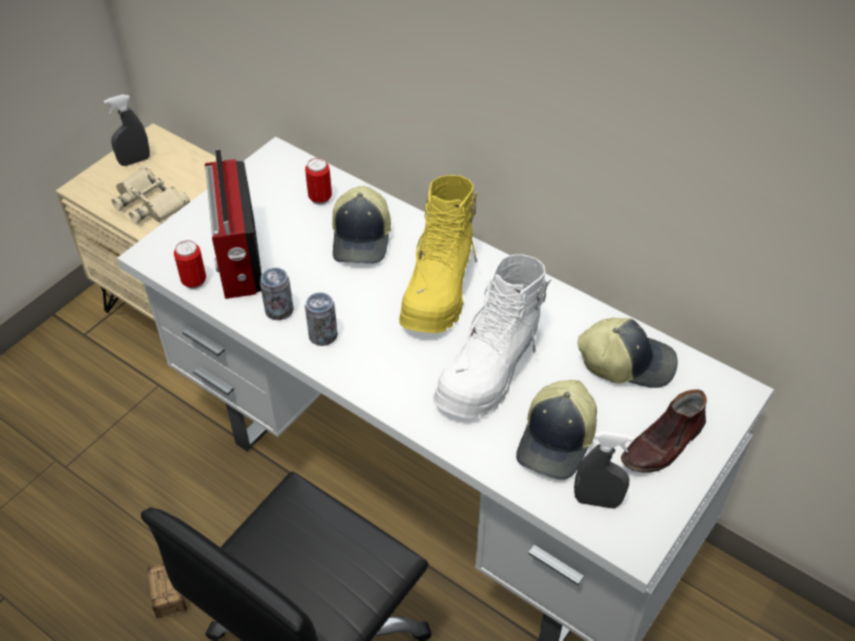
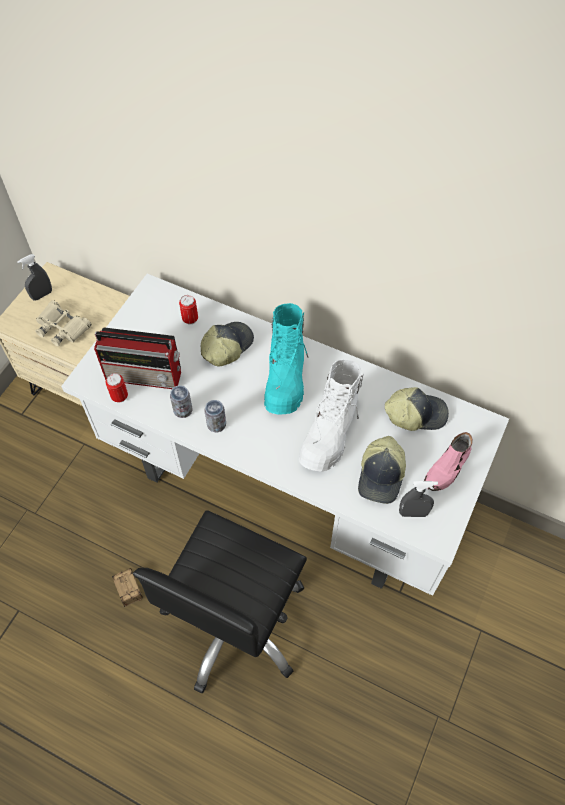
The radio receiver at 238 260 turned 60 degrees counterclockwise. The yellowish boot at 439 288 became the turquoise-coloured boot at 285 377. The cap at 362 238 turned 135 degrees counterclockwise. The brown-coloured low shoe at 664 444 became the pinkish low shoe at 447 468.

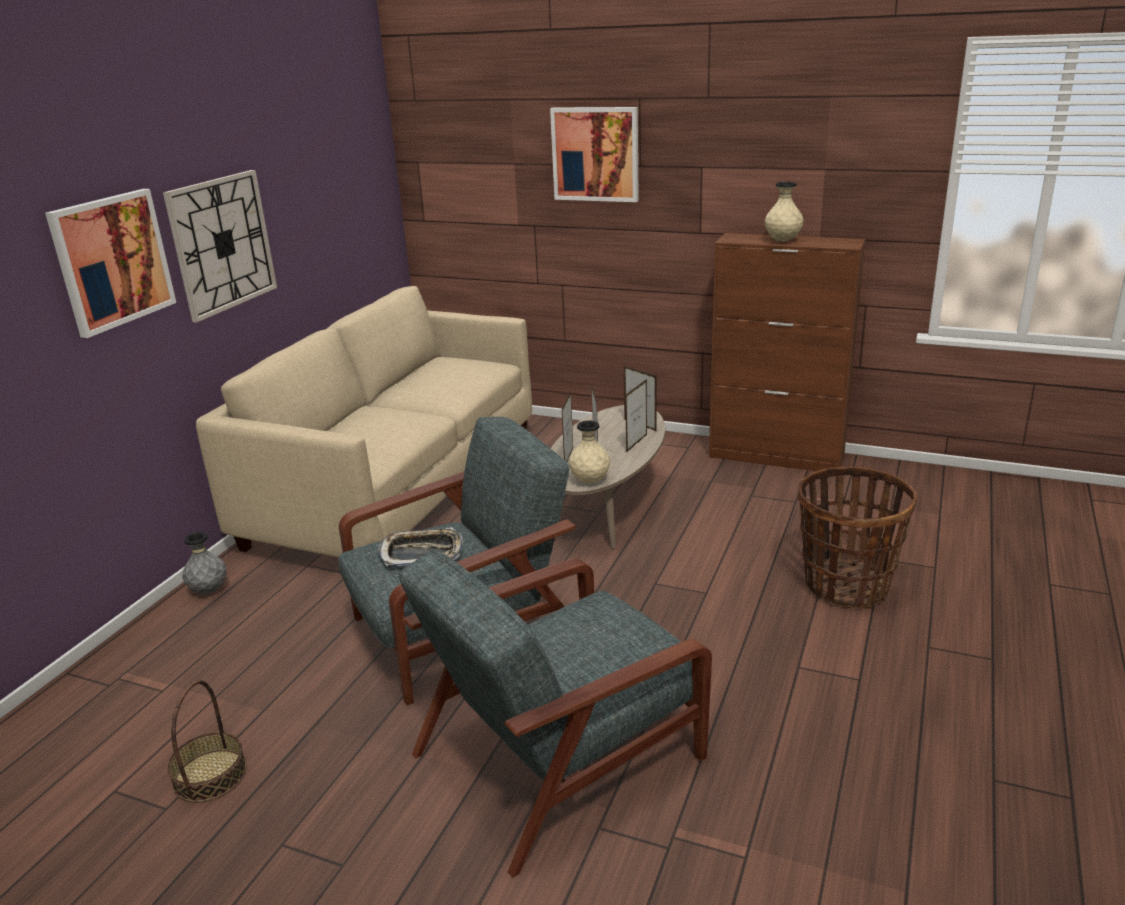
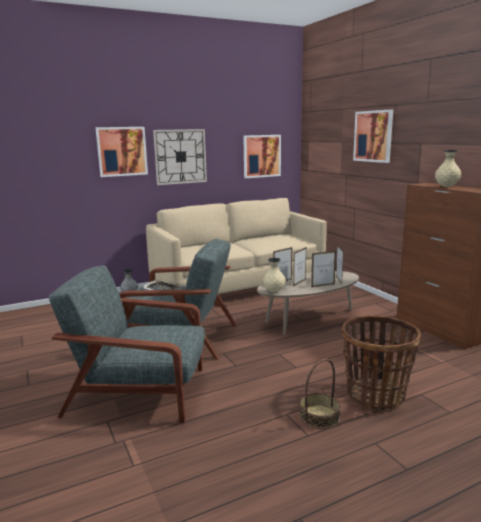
The storage basket moved from 210 775 to 319 416. The wall art at 261 156 appeared.

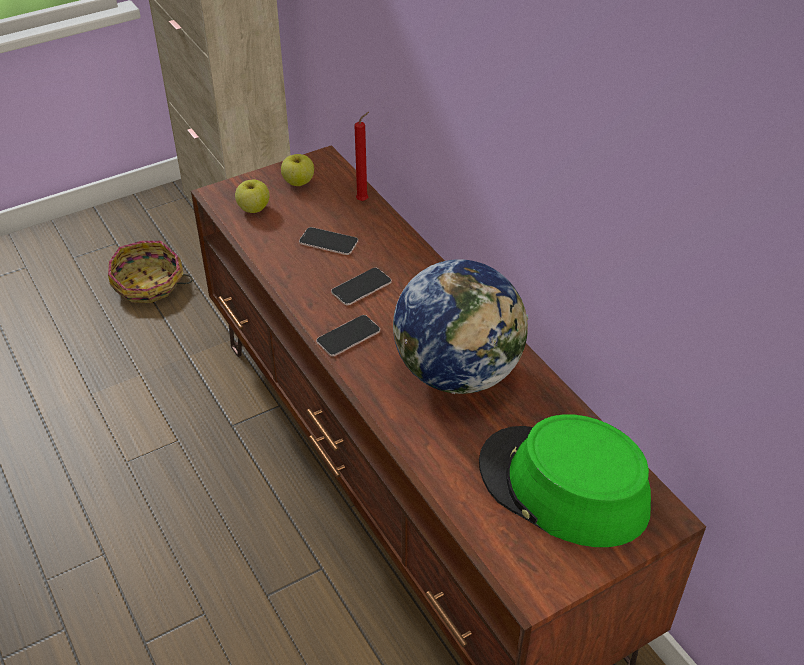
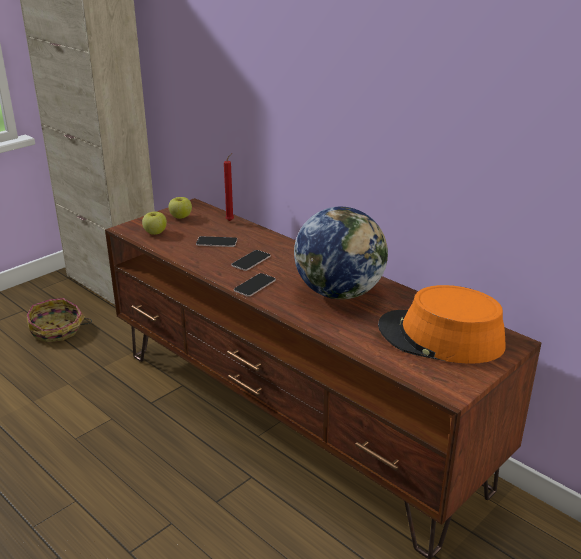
The green-coloured wearable hat at 562 487 became the orangey wearable hat at 440 338.

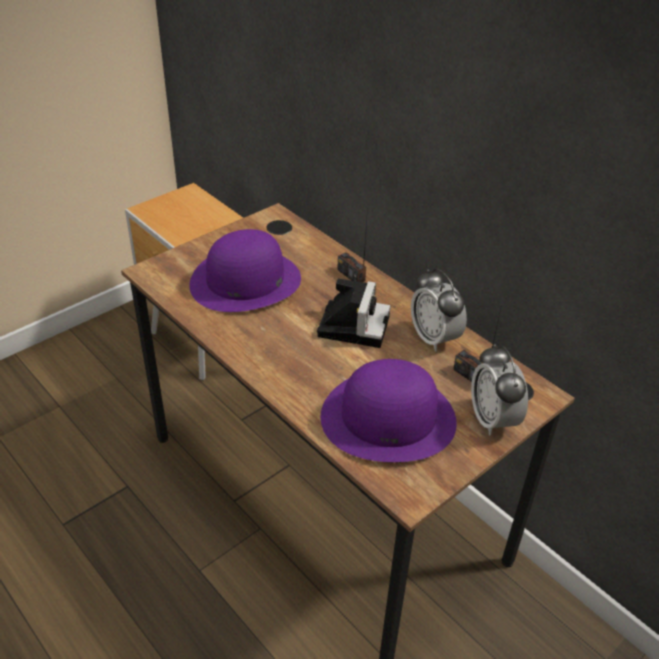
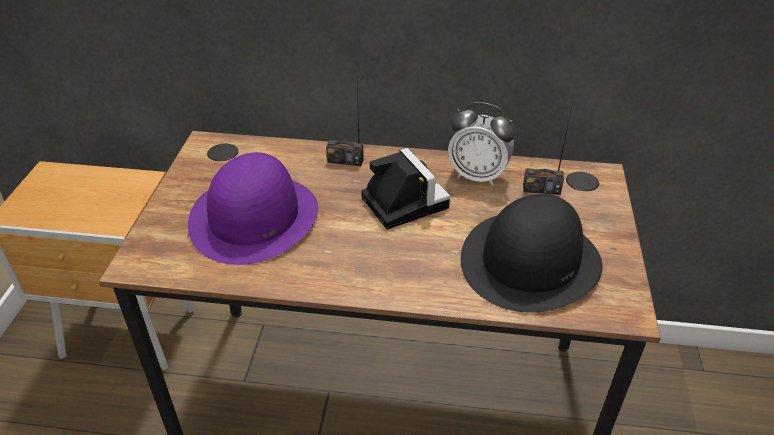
The alarm clock at 492 419 disappeared. The purplish wearable hat at 389 417 became the blackish wearable hat at 530 260.

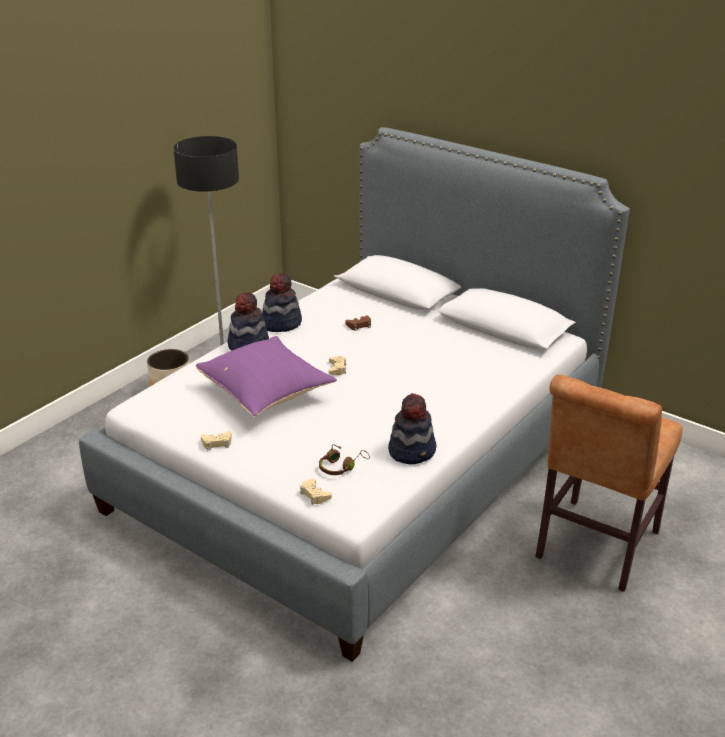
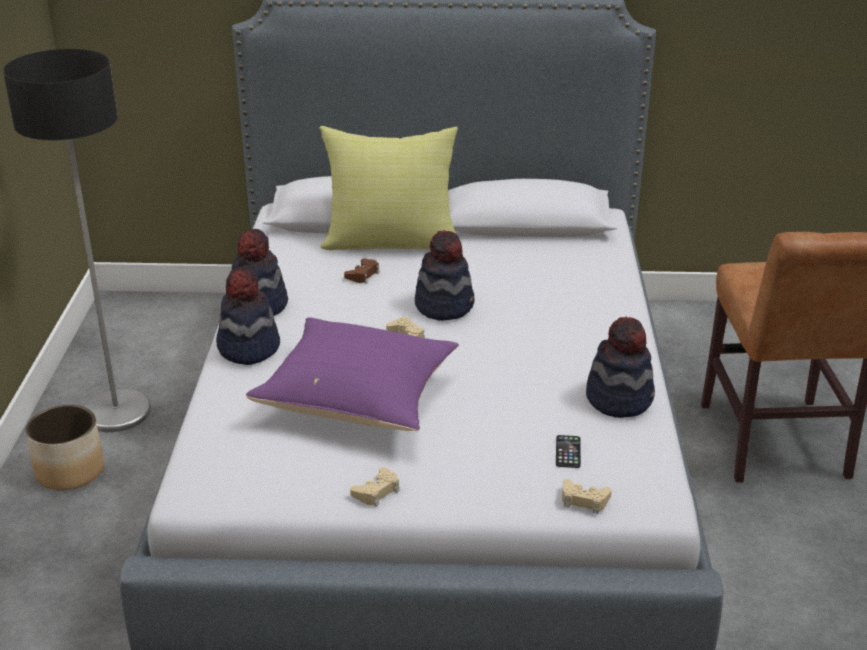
The brown-coloured headphones at 341 466 was replaced by the handset at 568 452. The yellowish cushion at 392 242 appeared. The wearable hat at 444 305 appeared.

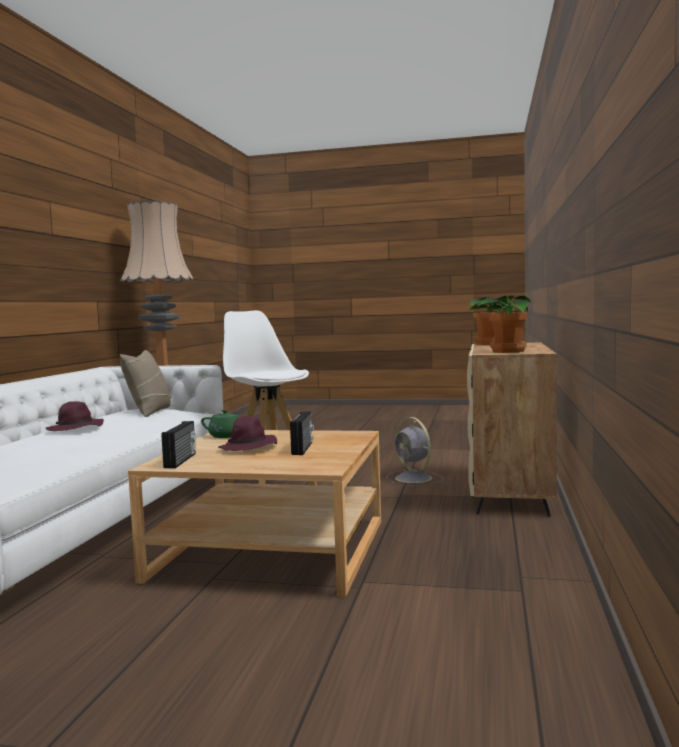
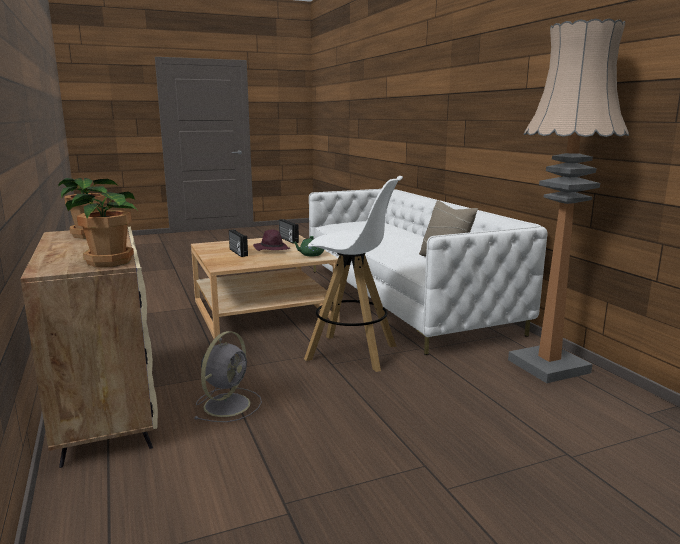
The purplish wearable hat at 75 429 disappeared. The greyish cooling fan at 414 478 turned 90 degrees clockwise.

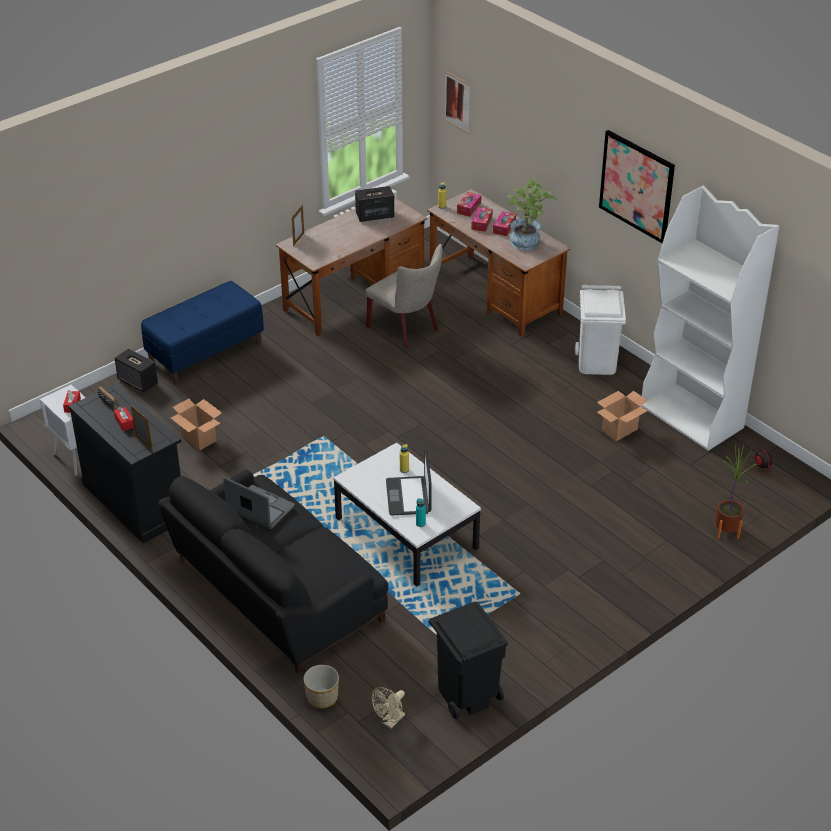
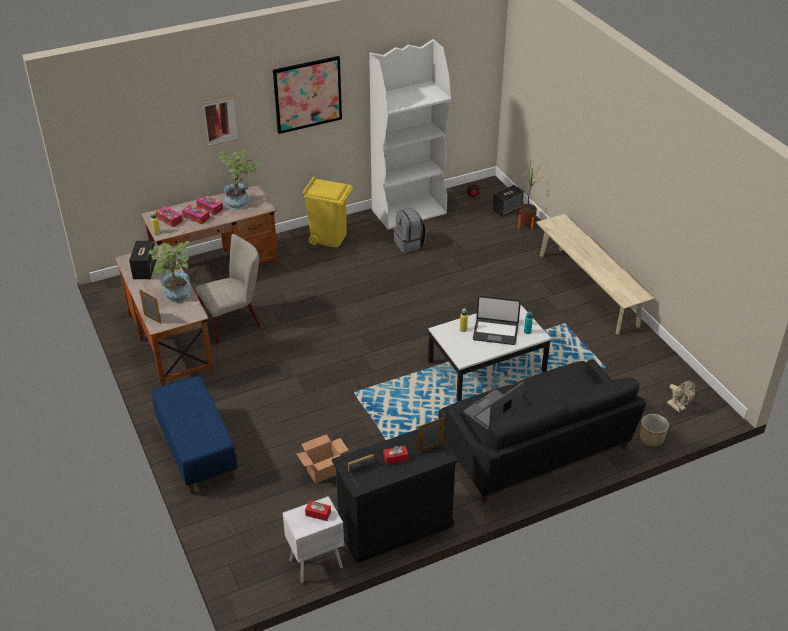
The wall art moved from 457 102 to 220 121. The whitish waste bin at 597 362 became the yellowish waste bin at 329 237. The loudspeaker moved from 138 382 to 507 209. The packing box at 619 430 was replaced by the greyish knapsack at 409 244. The blackish waste bin at 466 694 disappeared. The beige-coloured indoor bench at 588 289 appeared. The plant in a pot at 176 296 appeared.

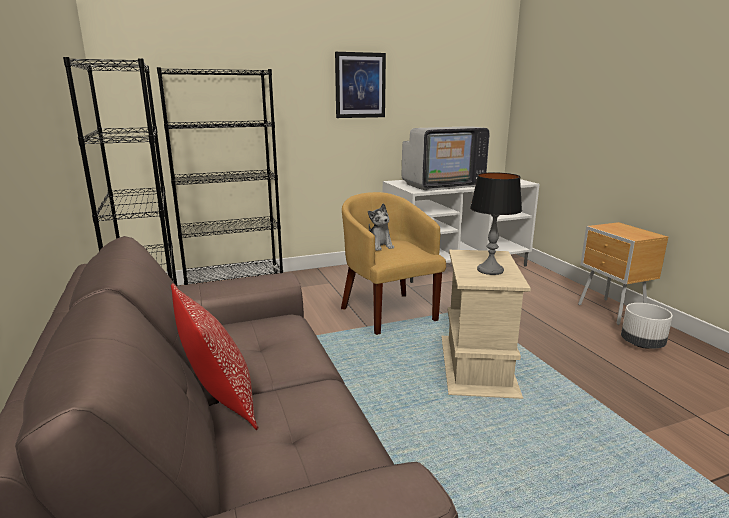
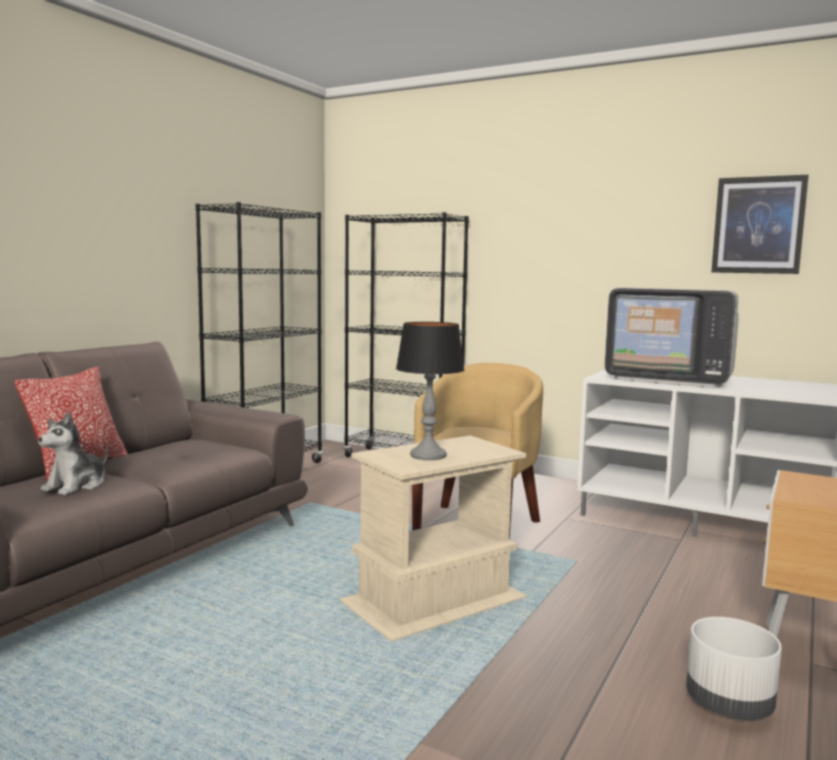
The wall art moved from 360 85 to 758 225. The cuddly toy moved from 378 245 to 76 486.

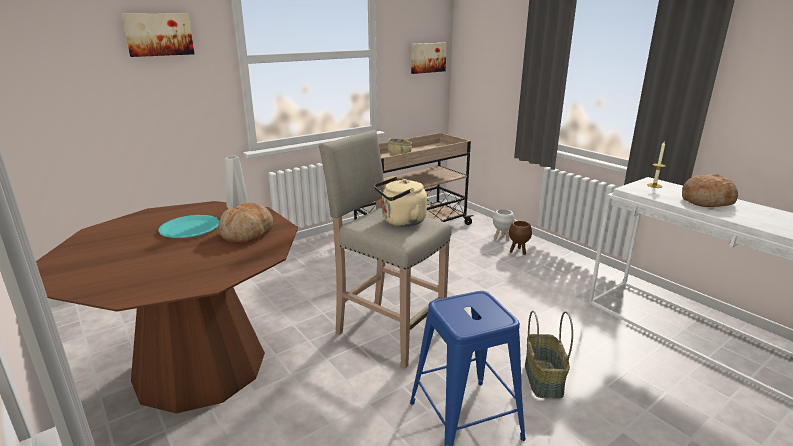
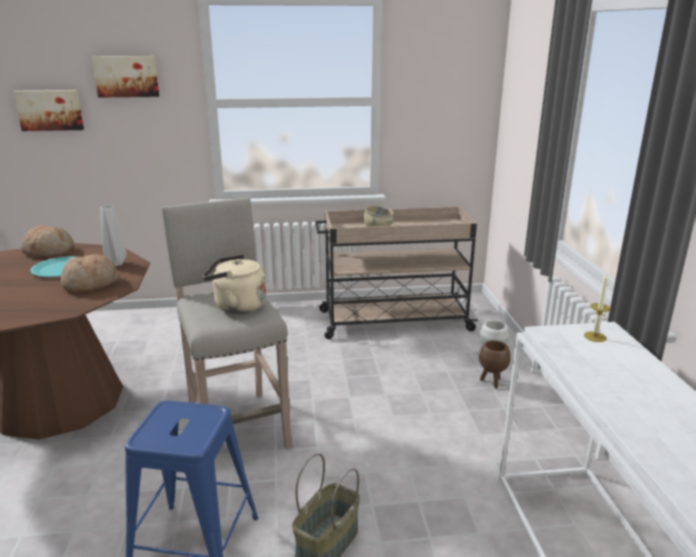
The wall art moved from 427 57 to 50 110. The bakery bread moved from 706 201 to 49 251.

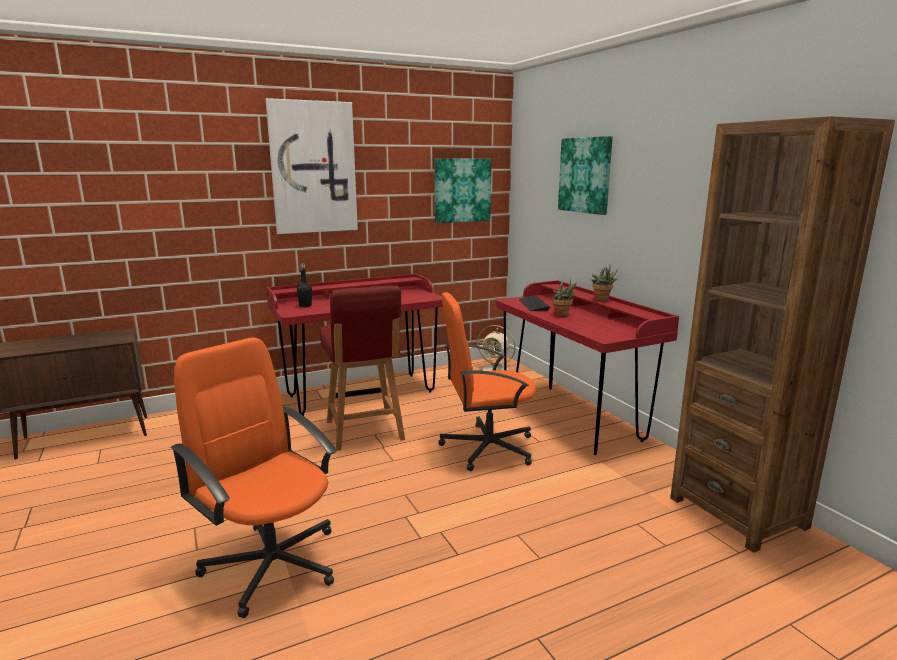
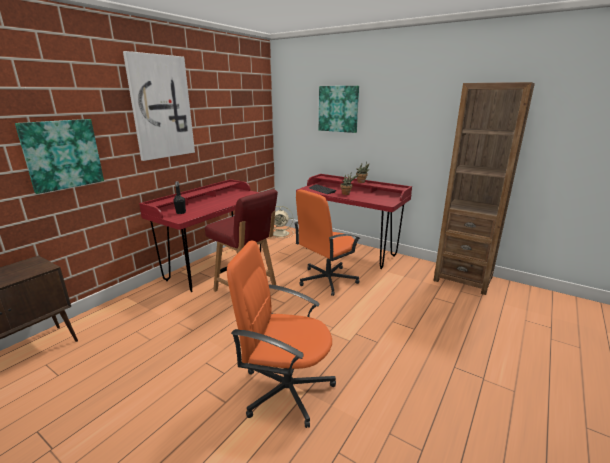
The wall art moved from 462 190 to 62 154.

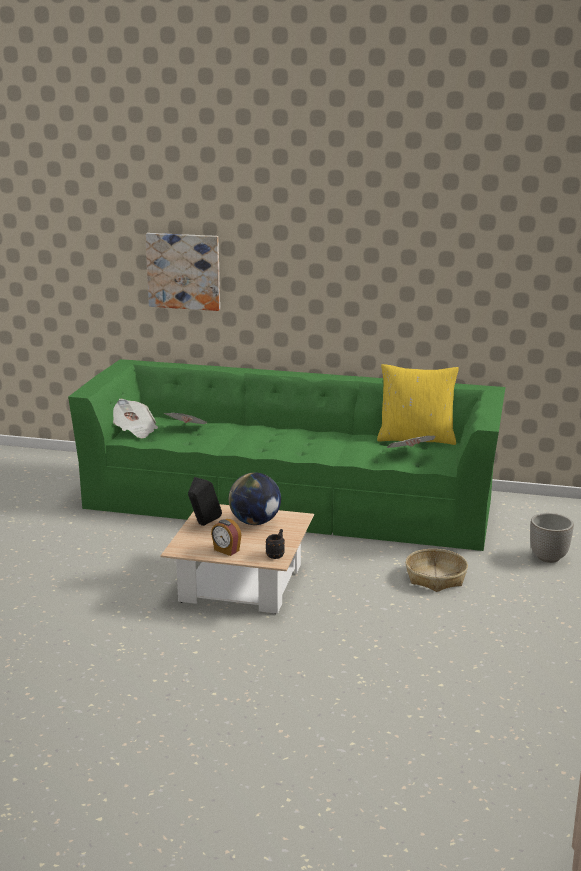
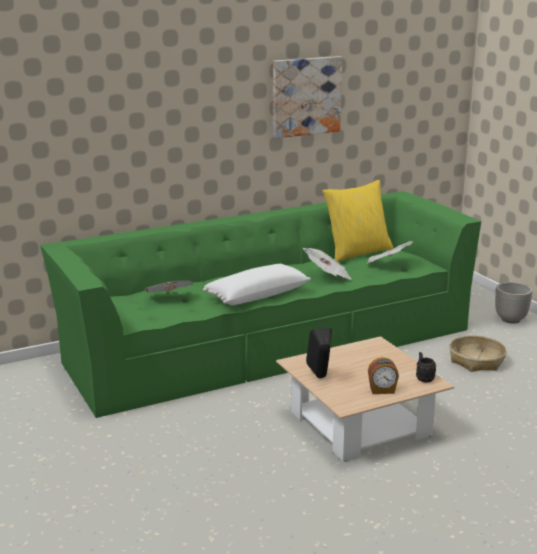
The wall art moved from 184 271 to 306 96. The newspaper moved from 134 430 to 327 276. The globe at 255 522 disappeared. The whitish cushion at 256 295 appeared.

